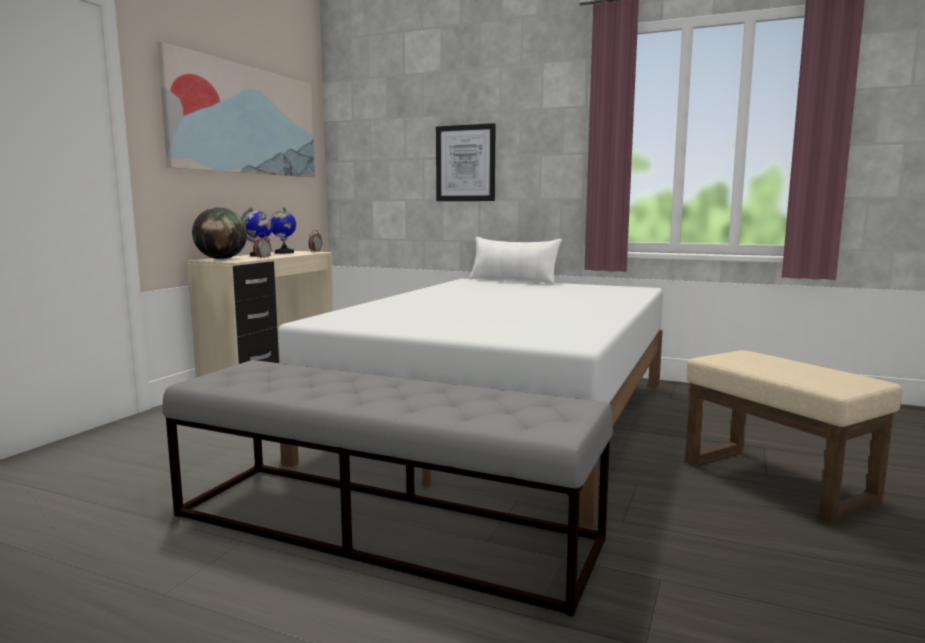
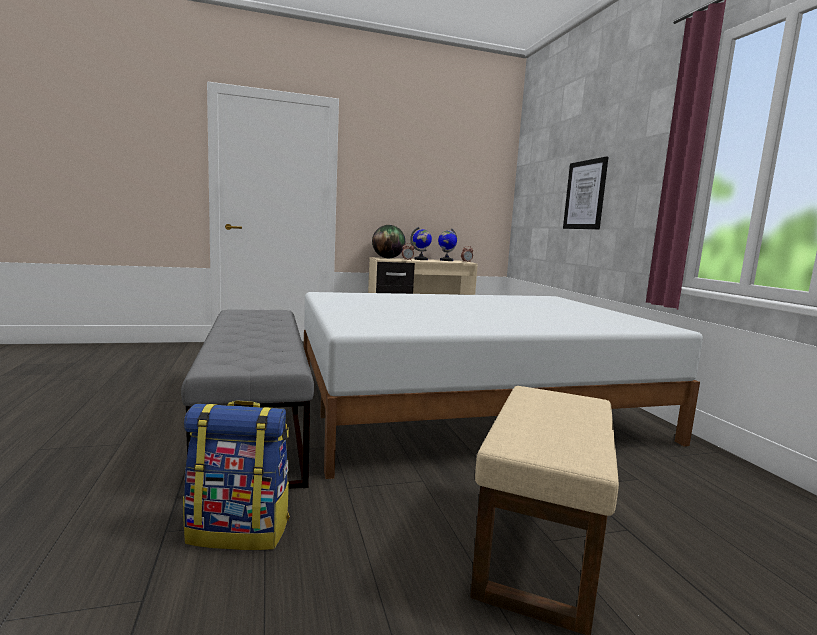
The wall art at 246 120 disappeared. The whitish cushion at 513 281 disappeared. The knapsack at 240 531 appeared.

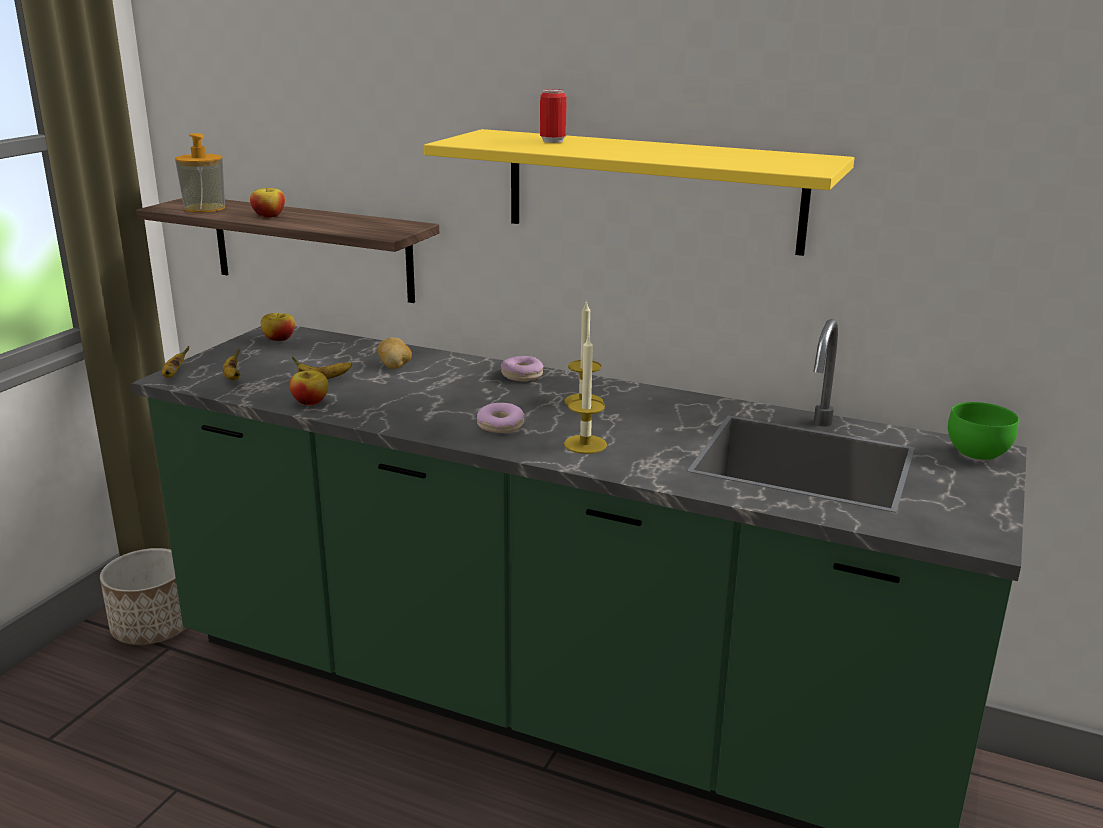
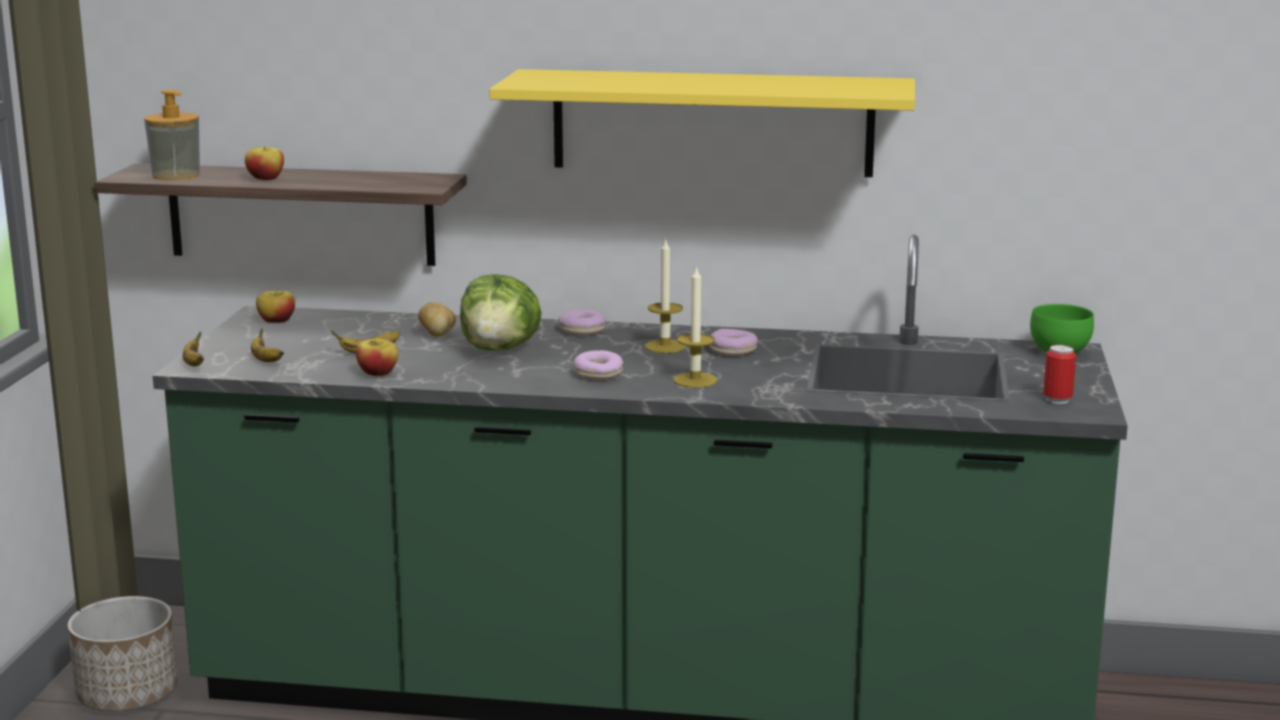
The sealed can moved from 552 141 to 1057 400. The lettuce at 500 349 appeared. The doughnut at 733 350 appeared.

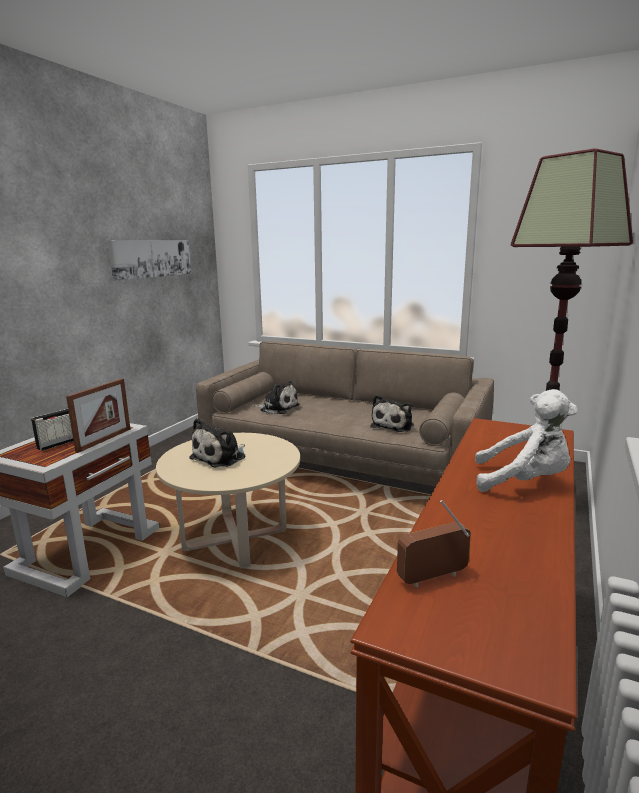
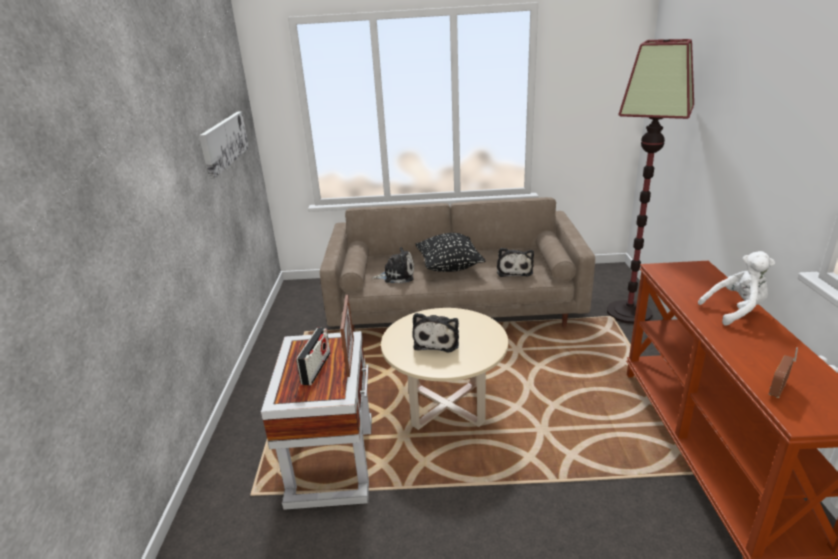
The blackish cushion at 449 267 appeared.

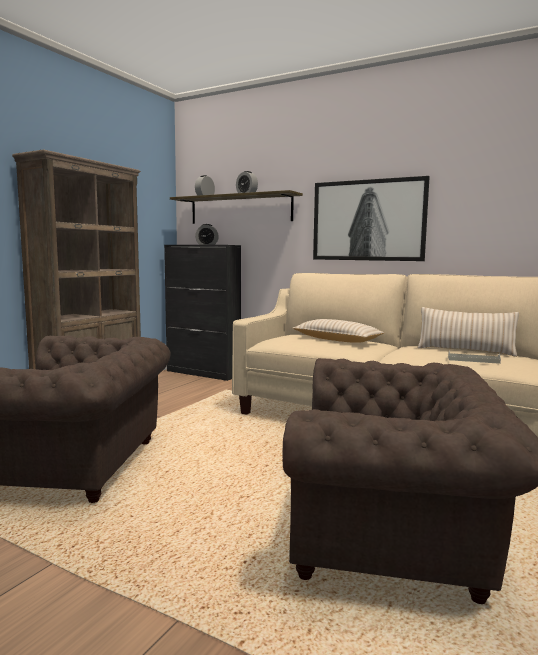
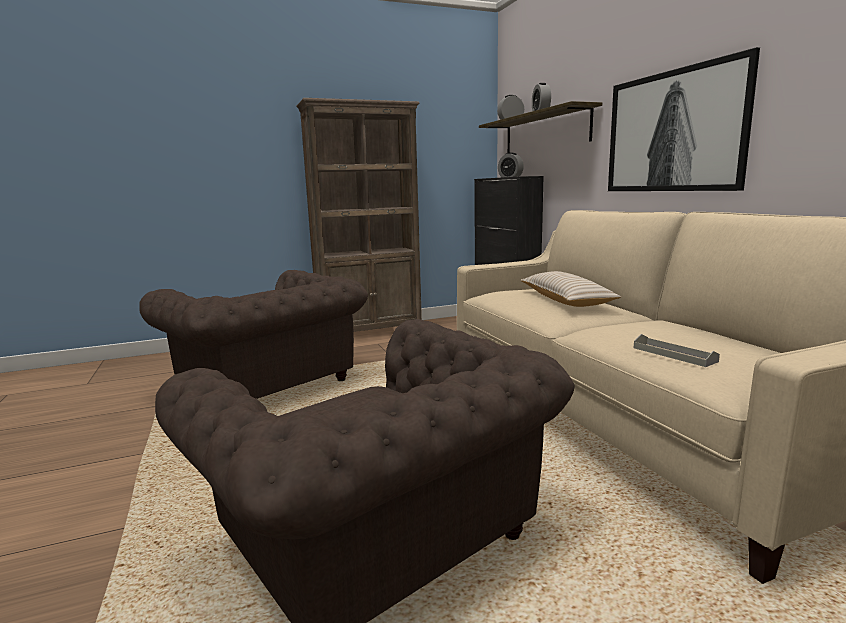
The beige-coloured cushion at 465 351 disappeared.

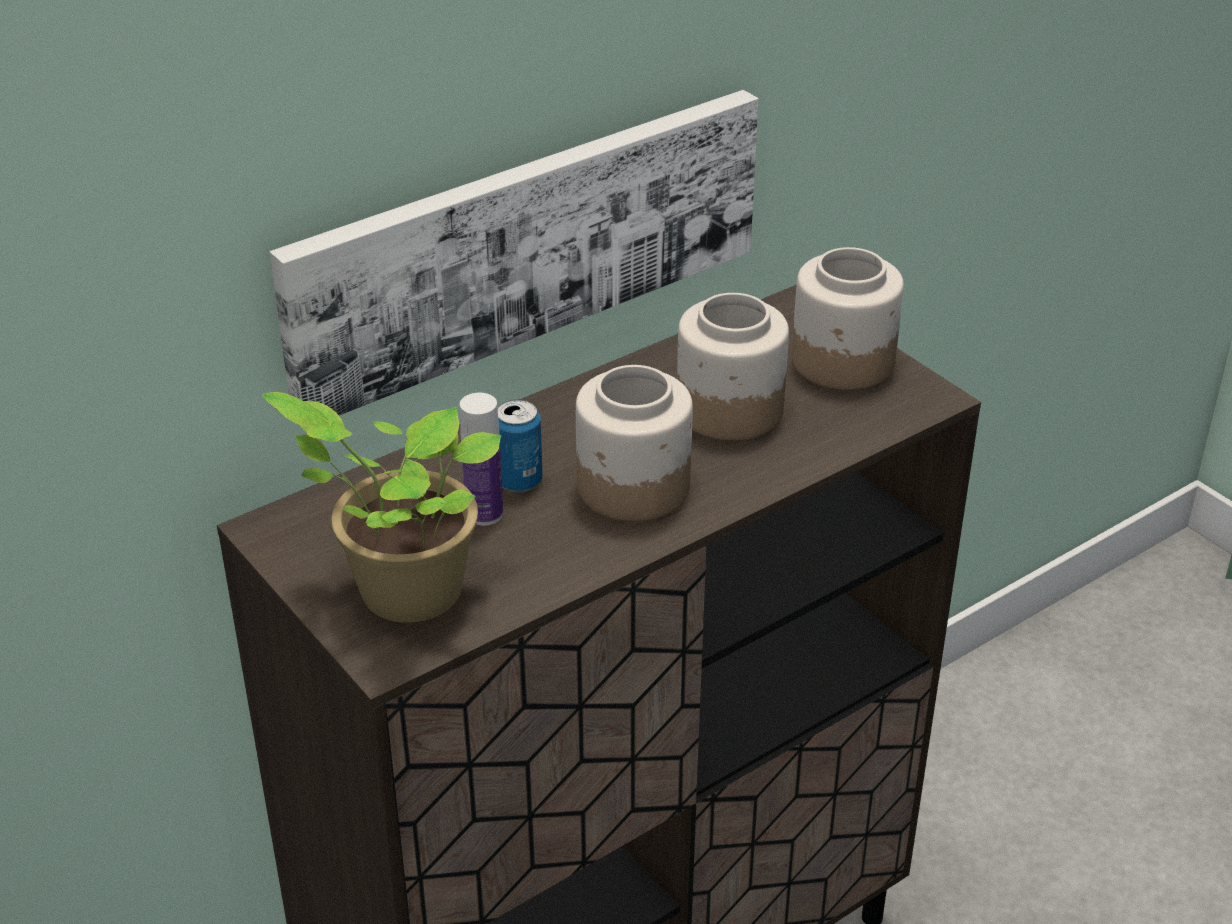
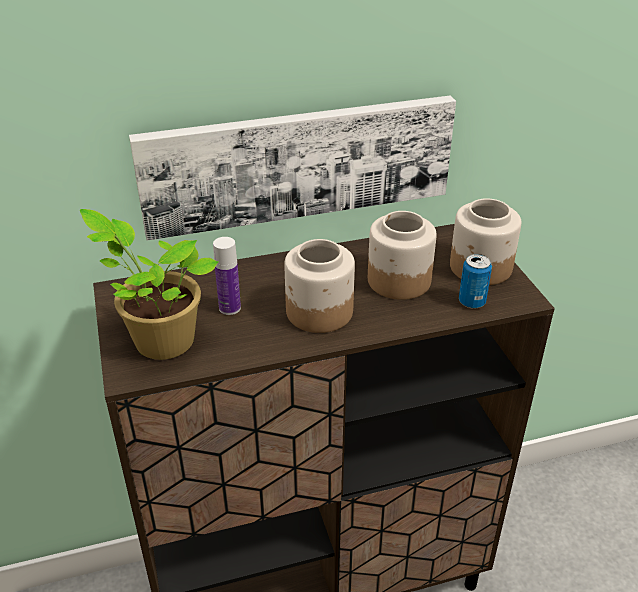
The sealed can moved from 519 481 to 472 302.

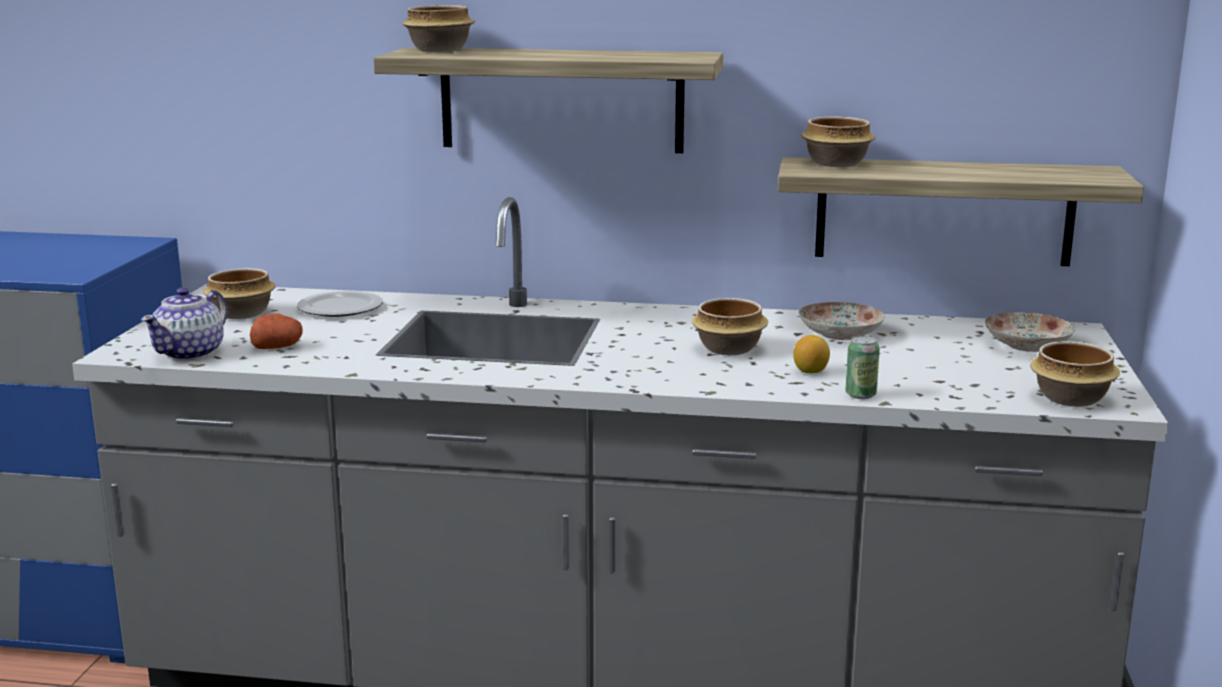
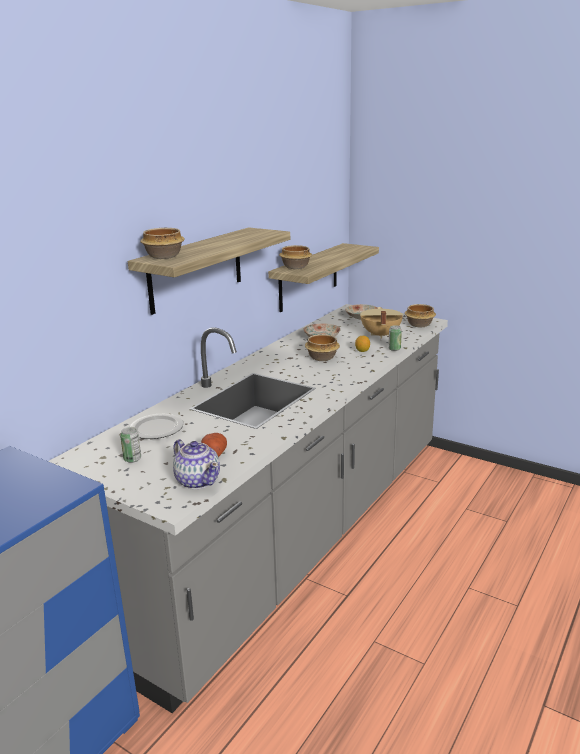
The bowl at 241 315 was replaced by the sealed can at 132 459. The beige-coloured stockpot at 380 335 appeared.

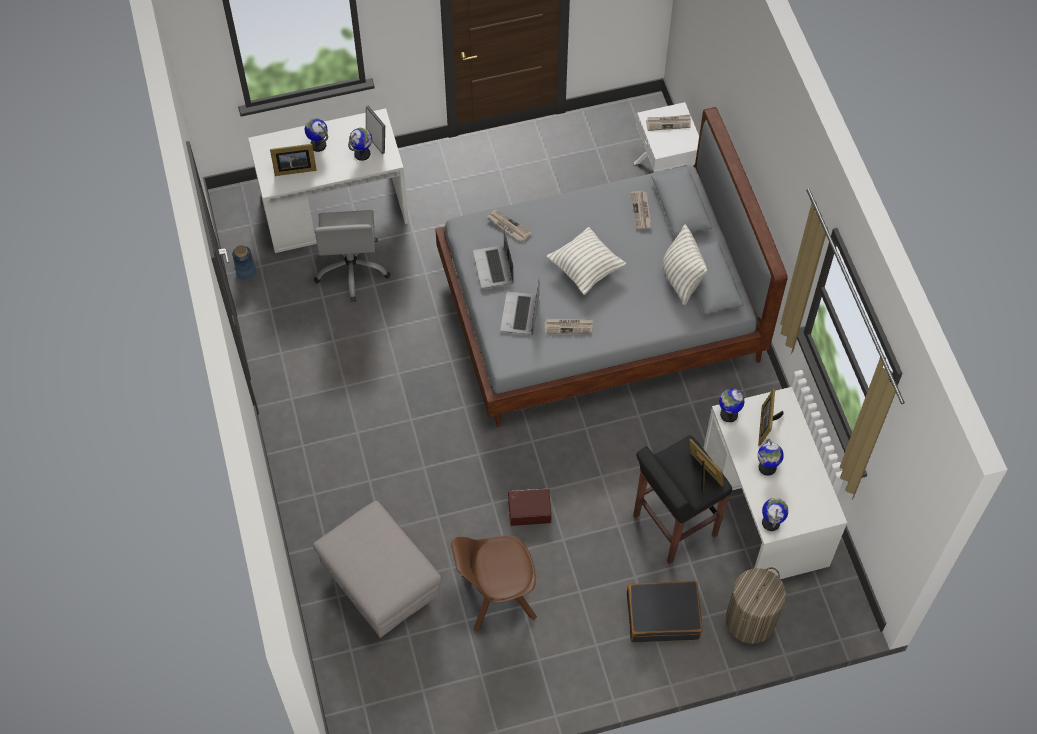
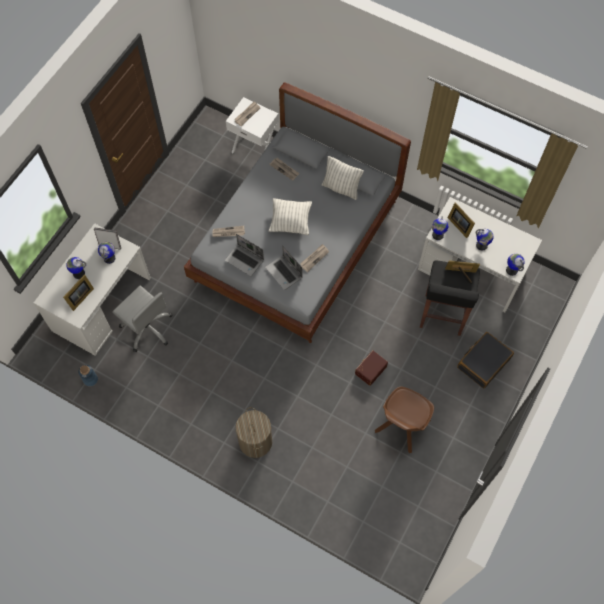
The greyish ottoman at 380 585 disappeared. The hamper moved from 750 620 to 255 441.

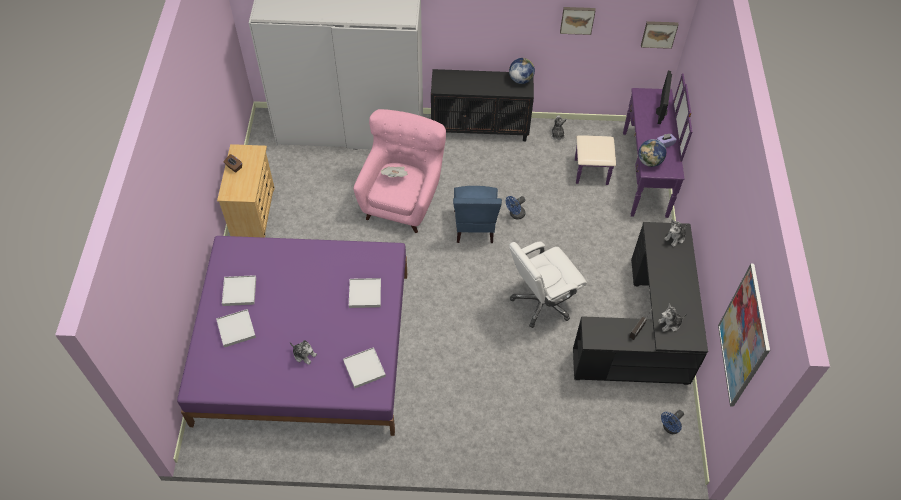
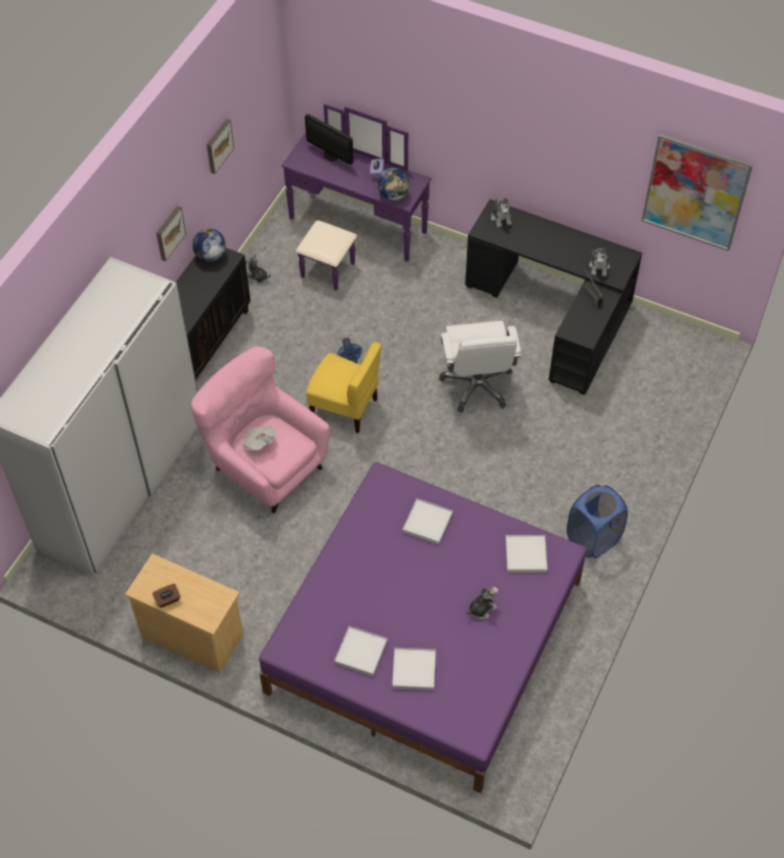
The wall art moved from 659 33 to 169 232. The blue upright chair at 474 227 became the yellowish upright chair at 344 408. The blue cooling fan at 669 428 disappeared. The blue hamper at 593 538 appeared.

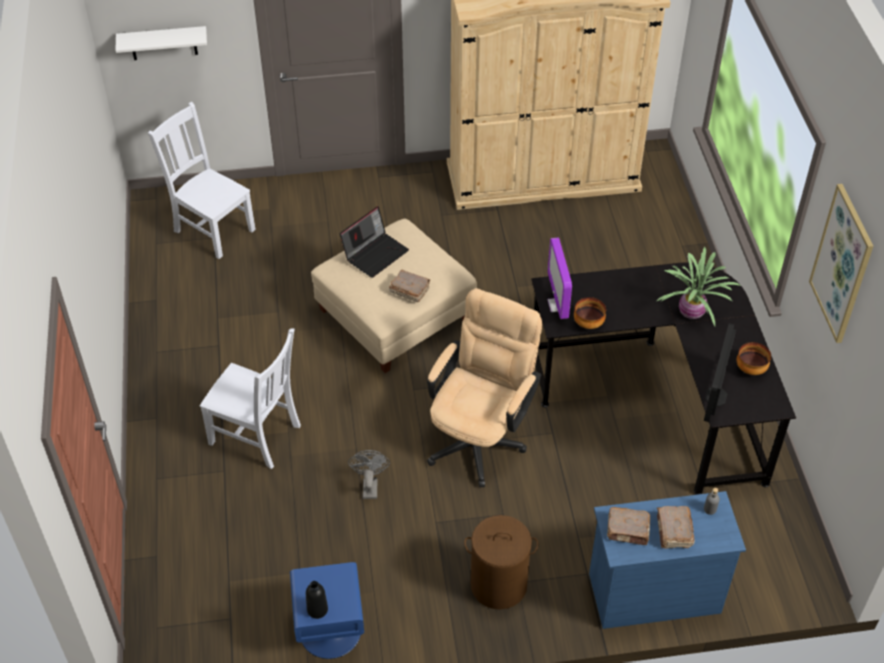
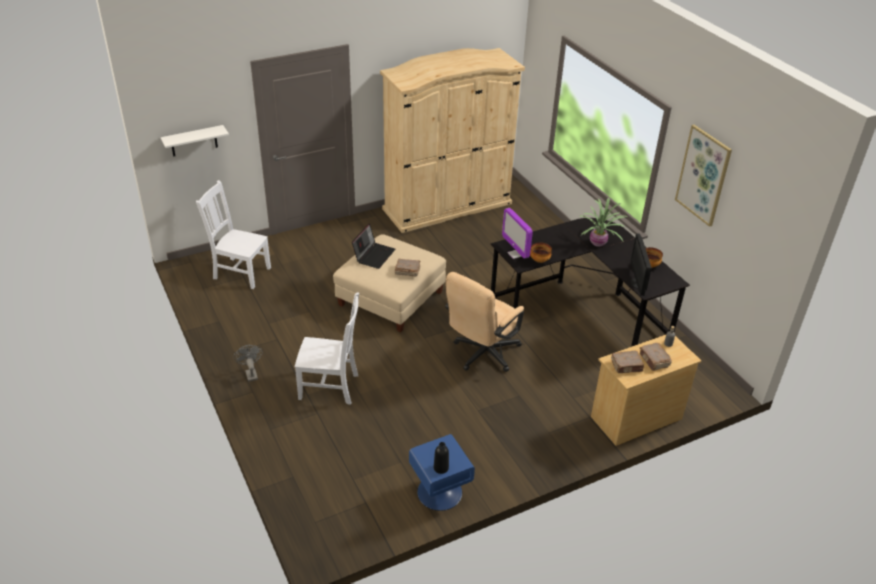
The beige-coloured computer chair at 480 437 turned 150 degrees counterclockwise. The greyish cooling fan moved from 369 485 to 250 373. The blue dresser at 653 593 became the beige-coloured dresser at 635 418. The brown-coloured hamper at 498 585 disappeared.

